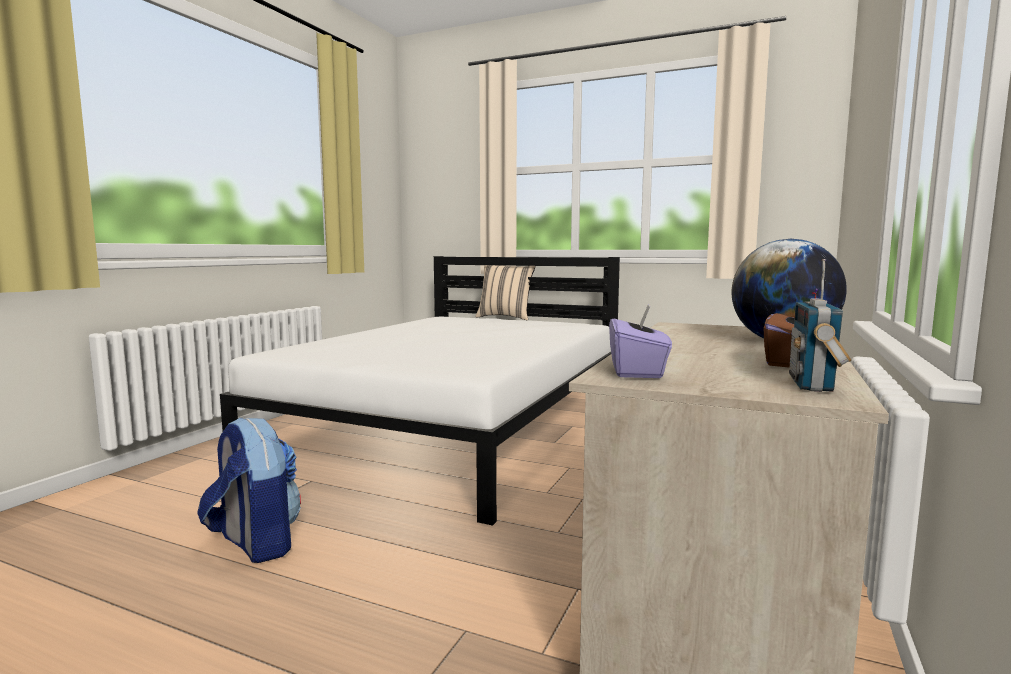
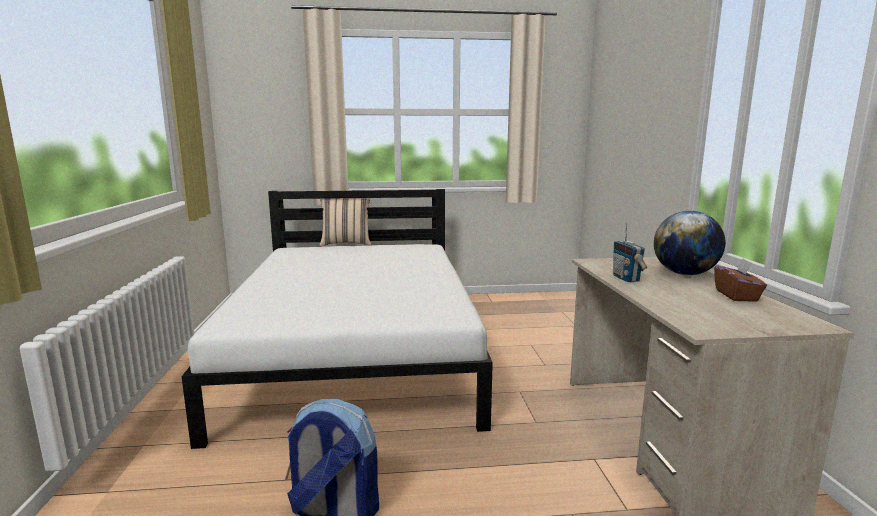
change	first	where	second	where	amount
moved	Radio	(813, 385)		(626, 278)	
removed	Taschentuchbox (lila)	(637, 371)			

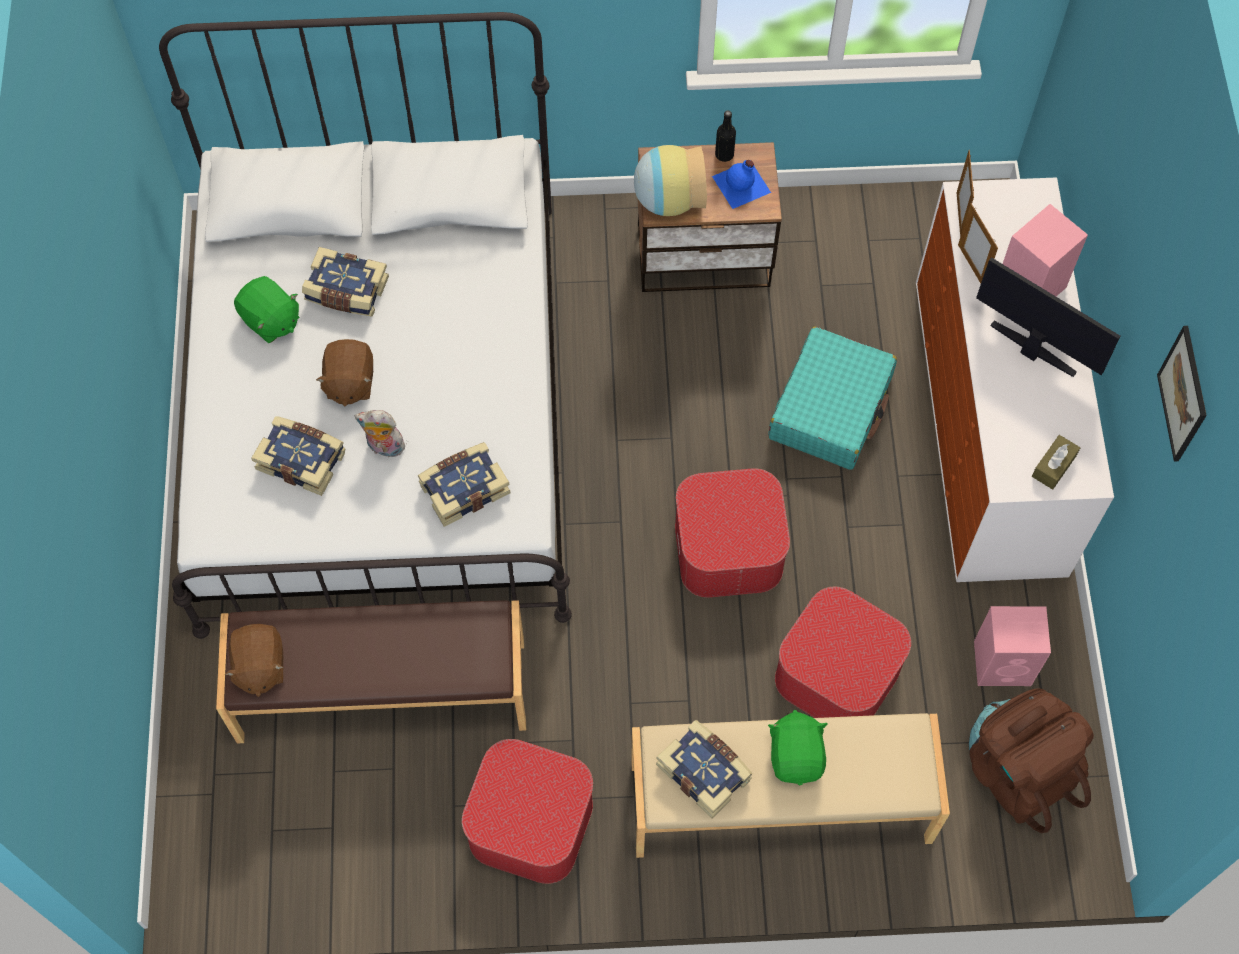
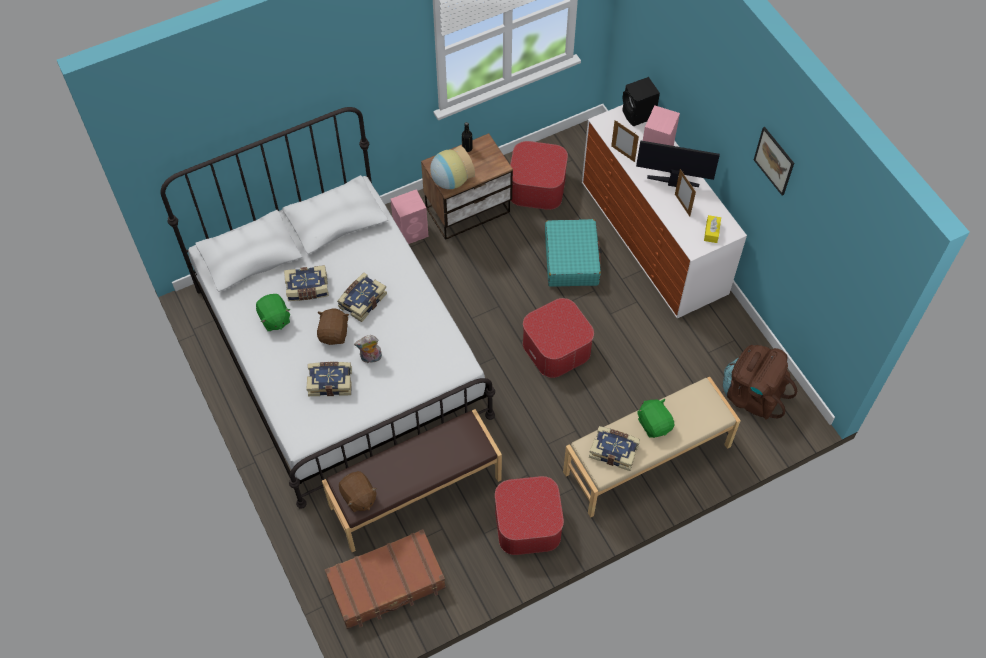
change	first	where	second	where	amount
moved	Bilderrahmen	(959, 215)		(682, 205)	
removed	Flasche (blau)	(742, 184)			
turned	Plüschtier (grün)	(271, 320)		(274, 319)	45 degrees clockwise
turned	Plüschtier (braun)	(349, 382)		(334, 333)	150 degrees counterclockwise
recoloured	Taschentuchbox (braun)	(1053, 466)	Taschentuchbox (gelb)	(711, 232)	
moved	Buch	(464, 488)		(362, 300)	
moved	Polsterhocker	(837, 673)		(537, 186)	
moved	Lautsprecher (rosa)	(1004, 663)		(411, 231)	
added			Lautsprecher (schwarz)	(639, 115)	
added			Koffer (braun)	(387, 584)	

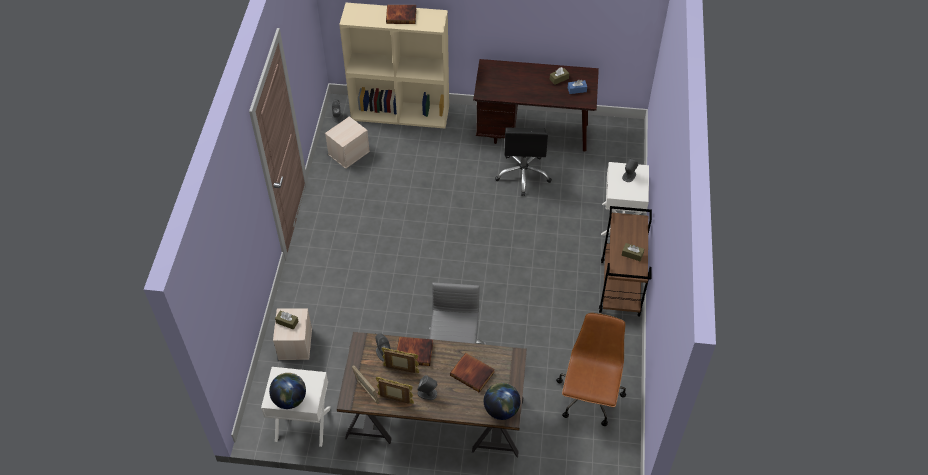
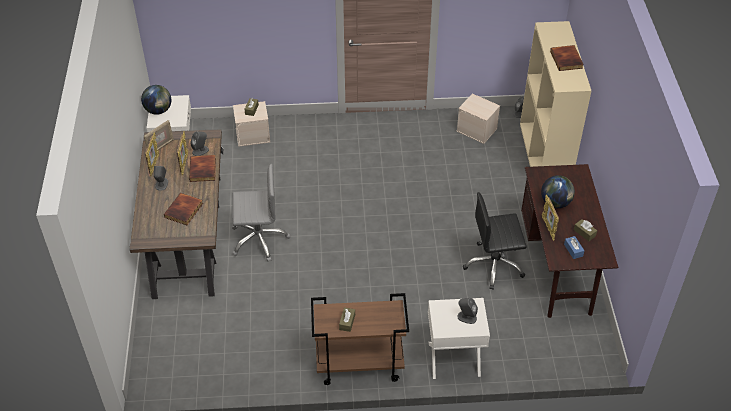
change	first	where	second	where	amount
removed	Bürostuhl (braun)	(589, 398)			
moved	Globus	(501, 409)		(555, 203)	
added			Bilderrahmen	(548, 228)	

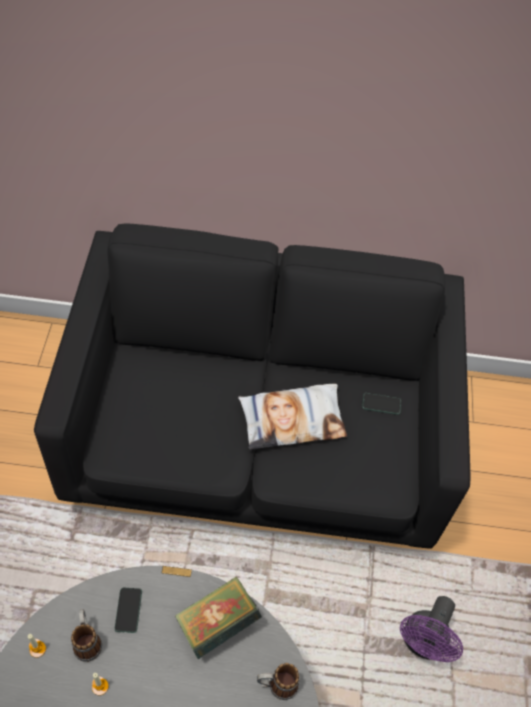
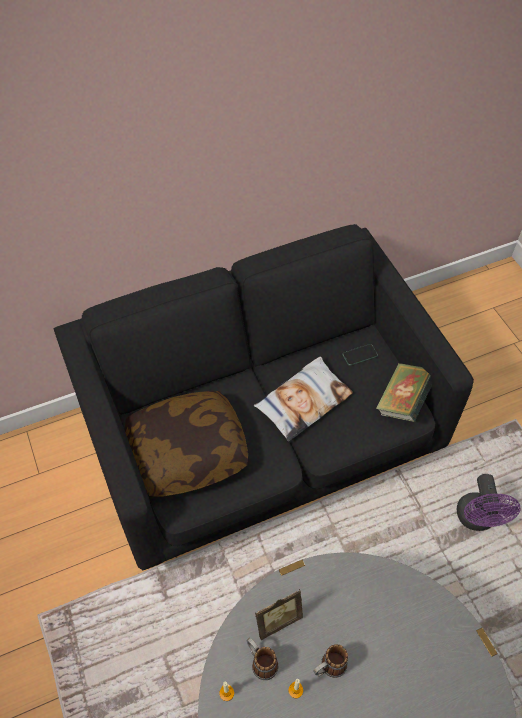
change	first	where	second	where	amount
moved	Buch	(217, 624)		(403, 402)	
replaced	Handy	(128, 610)	Bilderrahmen	(276, 619)	
moved	Henkelbecher	(276, 685)		(328, 668)	
added			Kissen	(187, 452)	

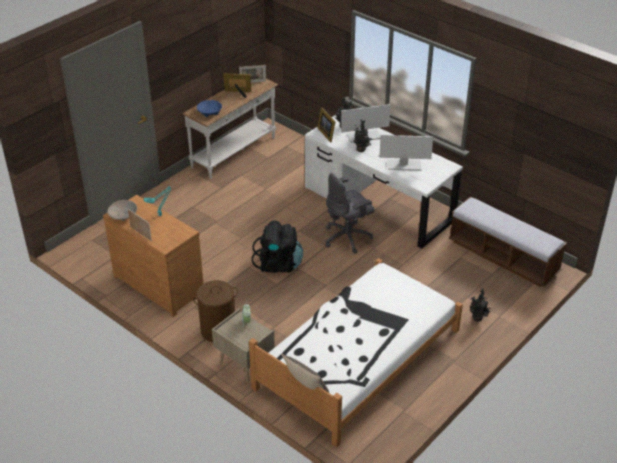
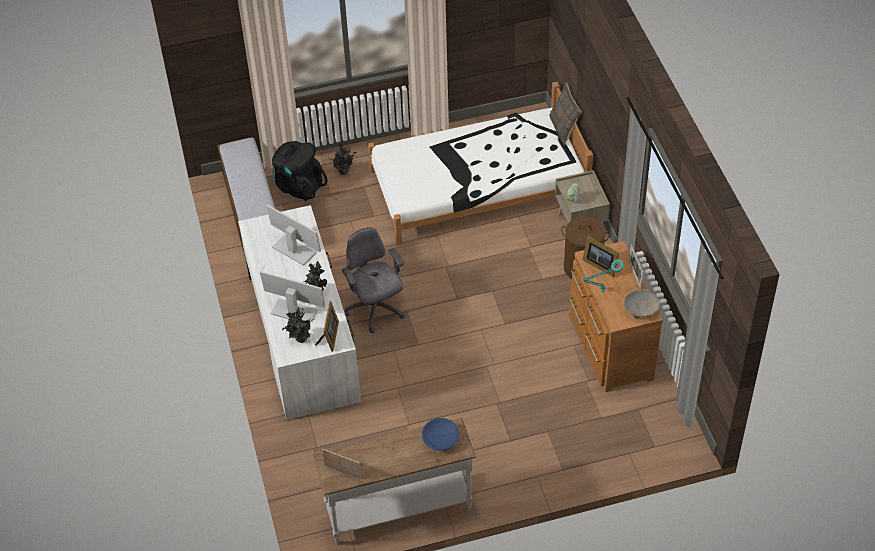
change	first	where	second	where	amount
moved	Bilderrahmen	(238, 93)		(600, 264)	
turned	Bürostuhl (grau)	(348, 237)		(375, 310)	120 degrees counterclockwise
moved	Rucksack (schwarz)	(278, 264)		(298, 186)	

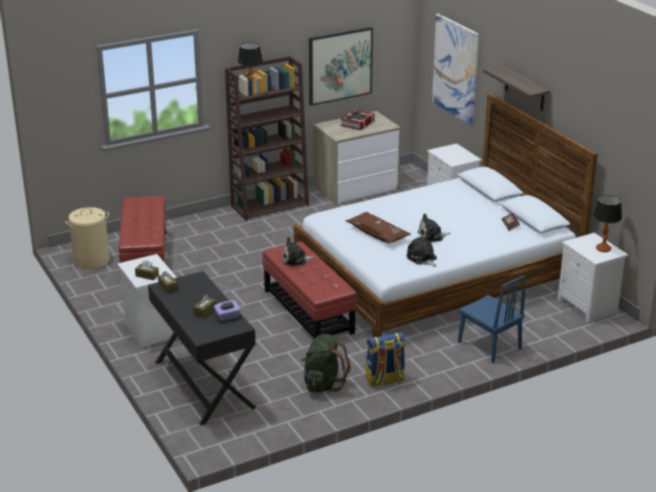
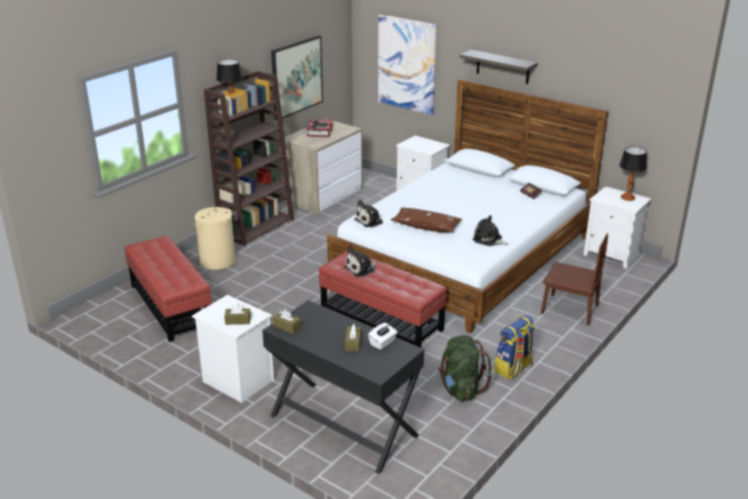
change	first	where	second	where	amount
moved	Wäschekorb (beige)	(92, 261)		(217, 261)	
moved	Plüschtier	(432, 236)		(370, 221)	
recoloured	Stuhl (blau)	(489, 345)	Stuhl (braun)	(569, 309)	
recoloured	Taschentuchbox (lila)	(227, 317)	Taschentuchbox (weiß)	(382, 343)	

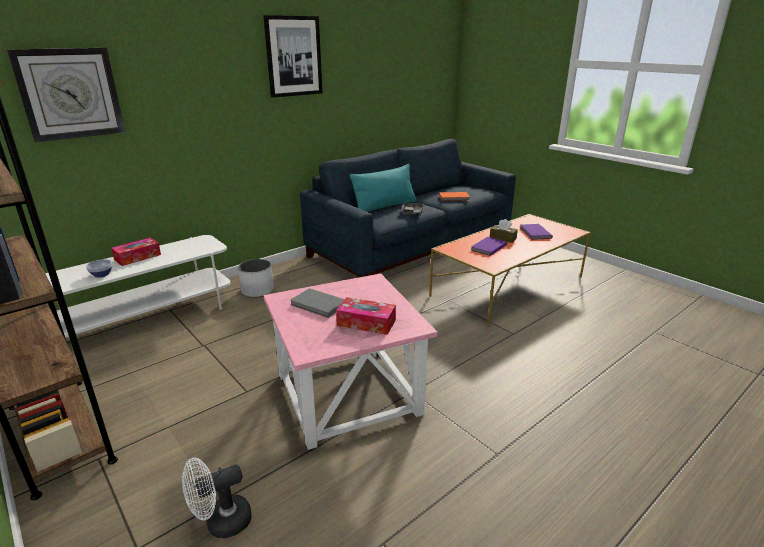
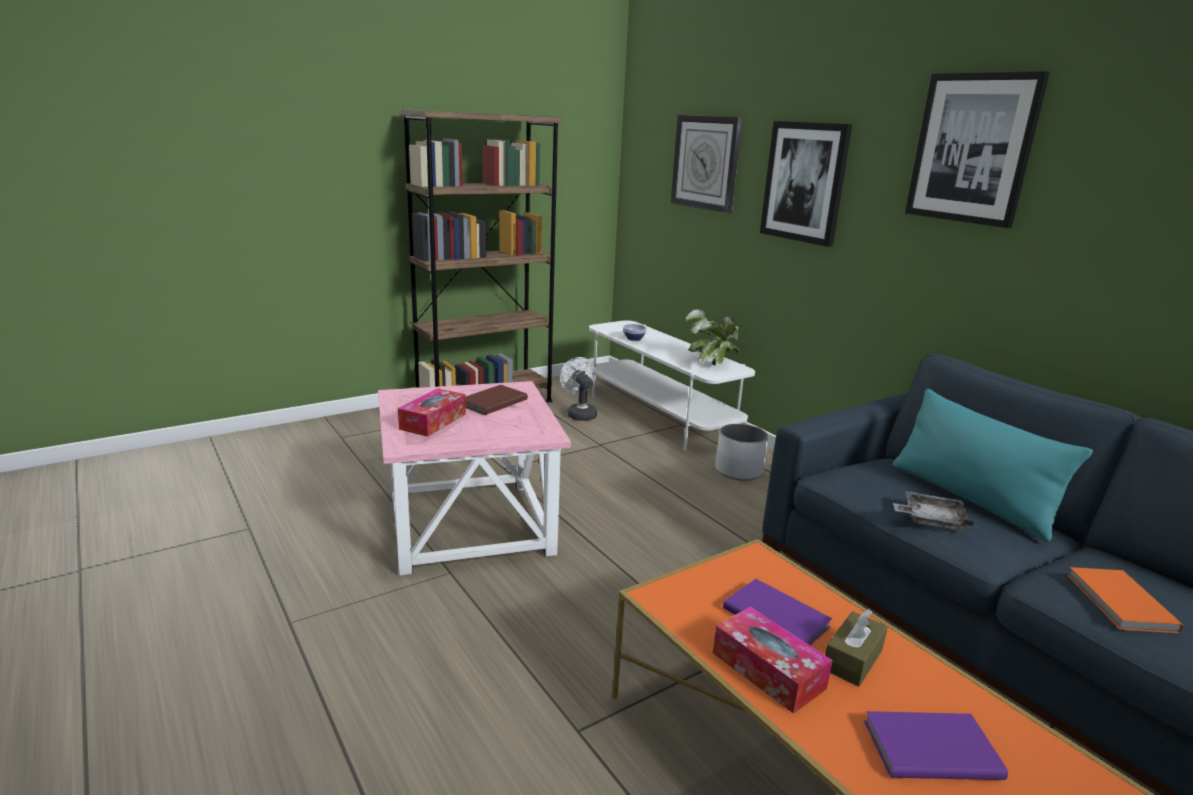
change	first	where	second	where	amount
moved	Taschentuchbox	(137, 257)		(768, 670)	
recoloured	Buch (grau)	(318, 305)	Buch (braun)	(491, 402)	
moved	Ventilator (weiß)	(221, 523)		(579, 414)	
added			Bild	(804, 182)	
added			Topfpflanze	(711, 362)	

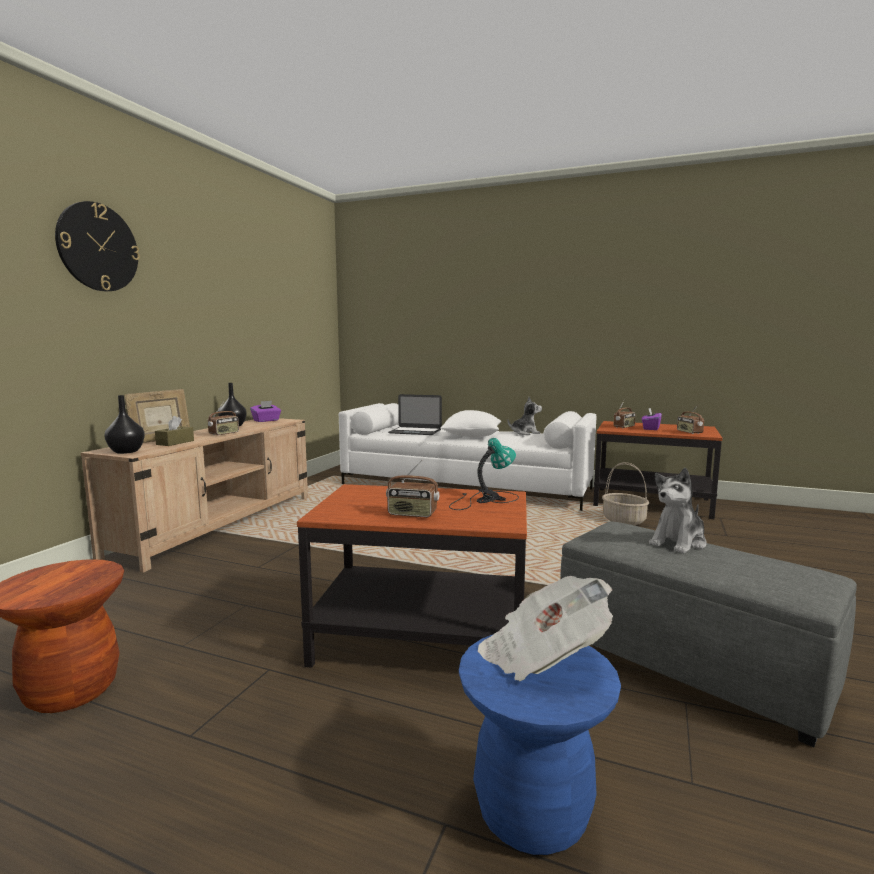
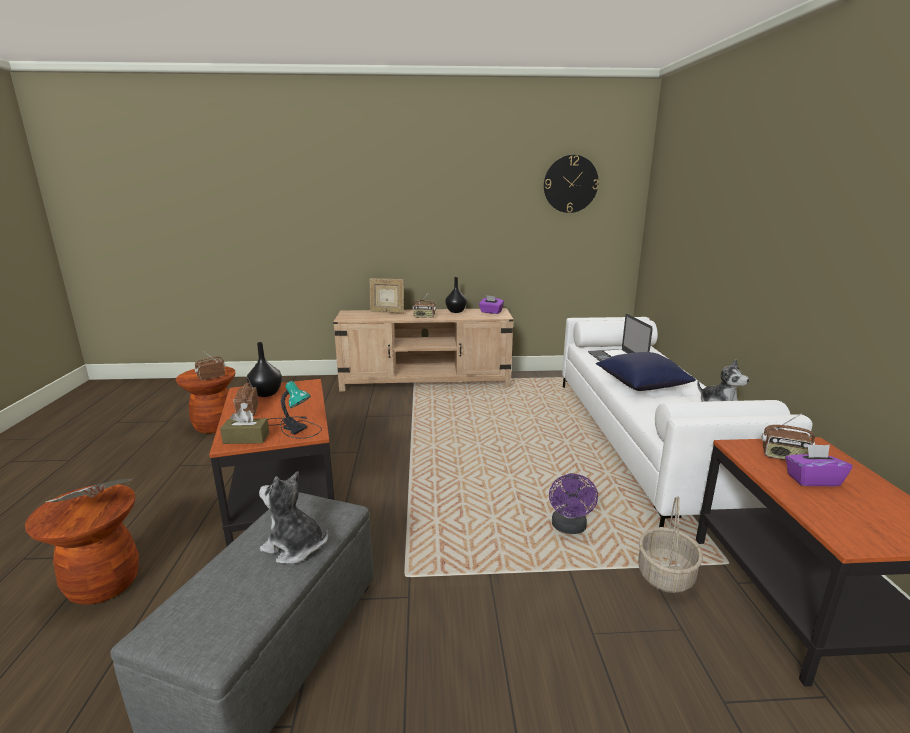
change	first	where	second	where	amount
moved	Wanduhr	(98, 247)		(570, 184)	
moved	Vase (schwarz)	(126, 451)		(266, 393)	
moved	Radio	(689, 432)		(211, 377)	
recoloured	Kissen (weiß)	(471, 436)	Kissen (blau)	(641, 385)	
moved	Taschentuchbox (braun)	(175, 442)		(246, 438)	
recoloured	Hocker (blau)	(532, 812)	Hocker (braun)	(104, 584)	
added			Ventilator (lila)	(569, 528)	

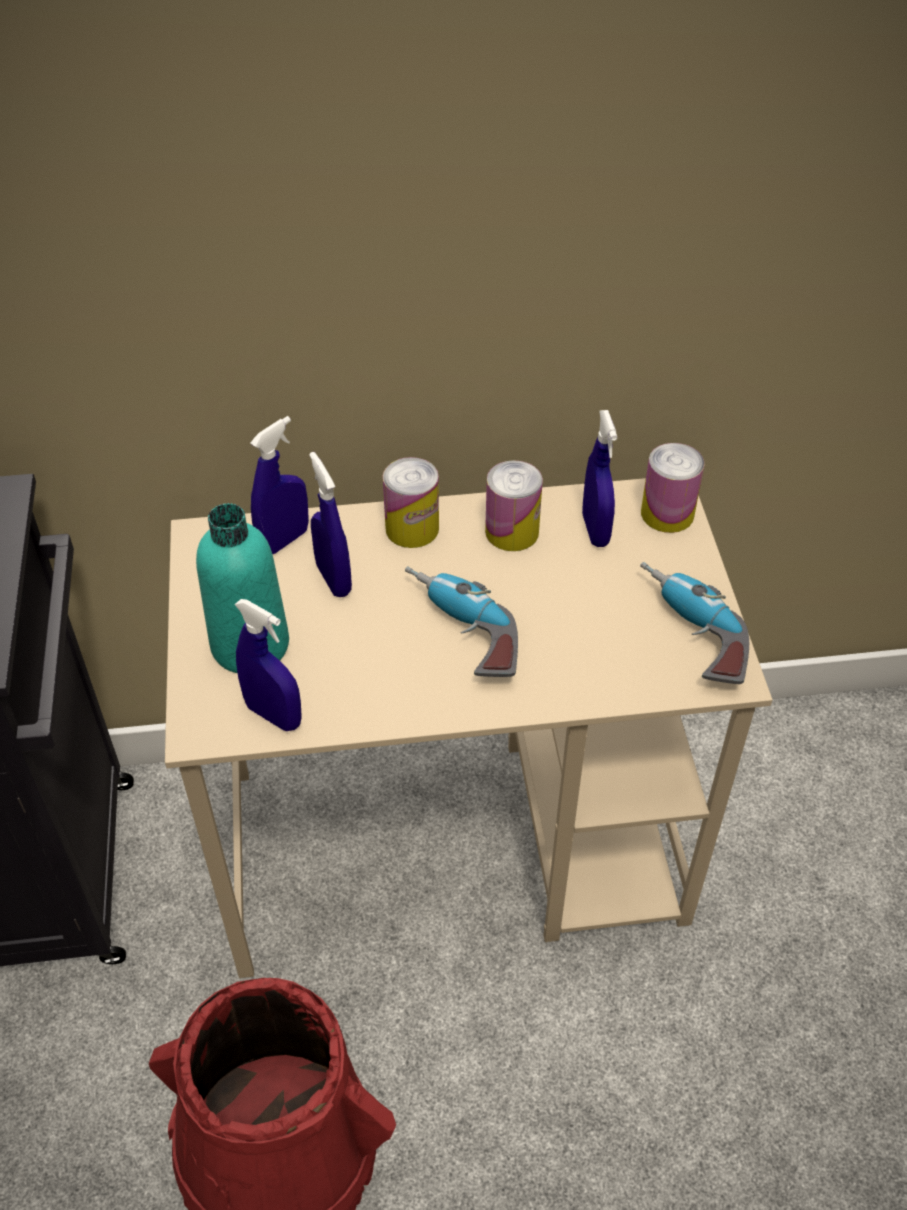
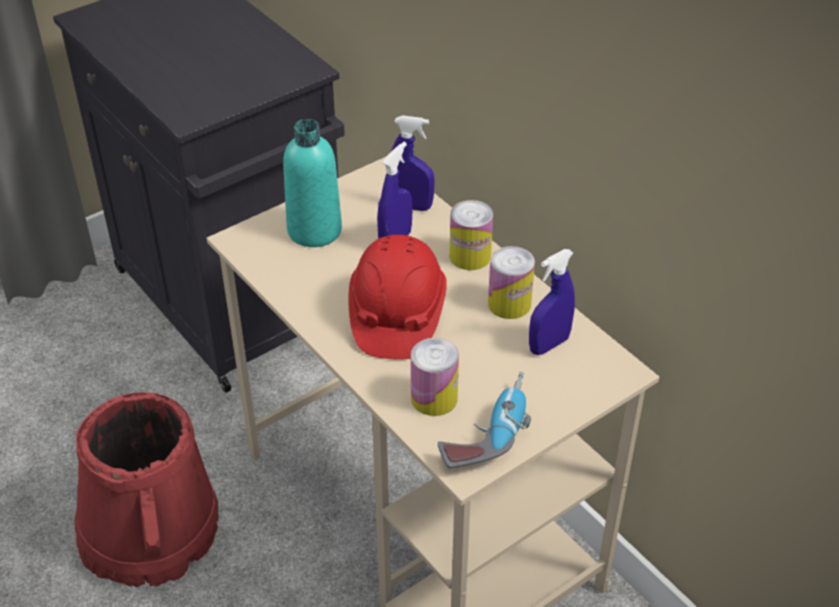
change	first	where	second	where	amount
moved	Dose	(667, 513)		(434, 398)	
replaced	Bohrmaschine	(460, 632)	Schutzhelm (rot)	(396, 315)	
removed	Sprühflasche (blau)	(274, 715)			

